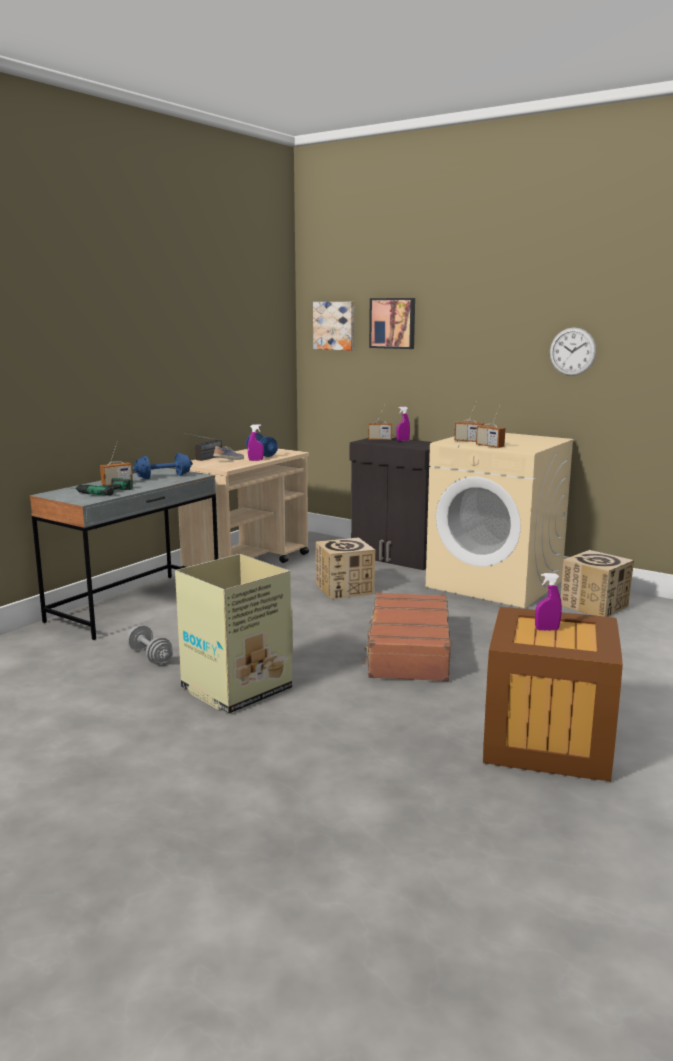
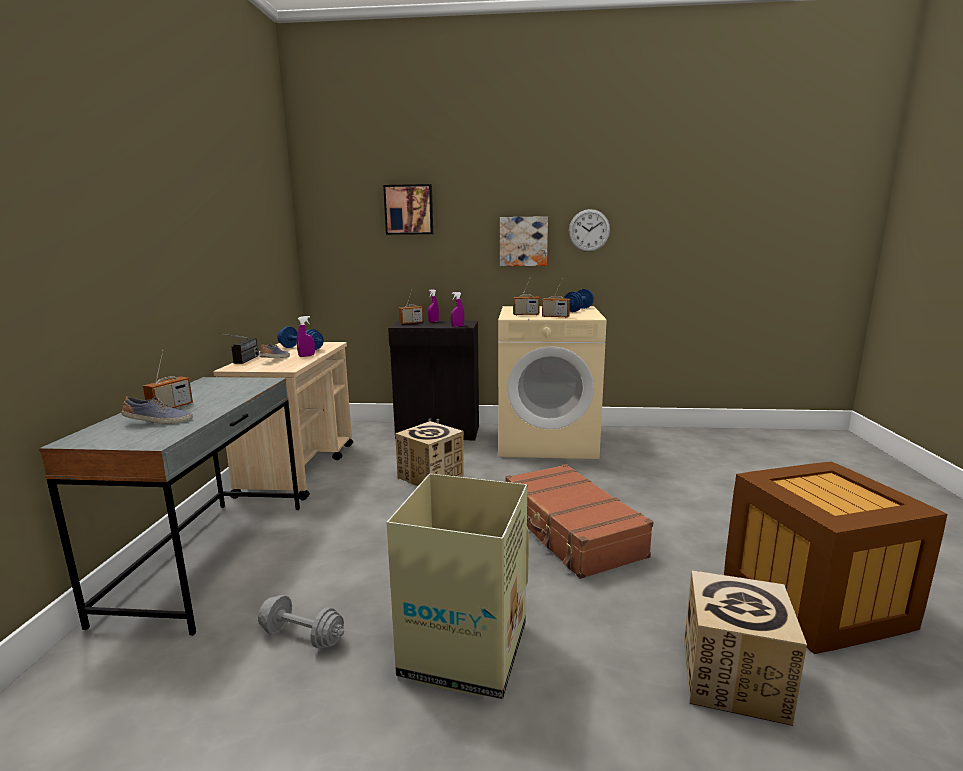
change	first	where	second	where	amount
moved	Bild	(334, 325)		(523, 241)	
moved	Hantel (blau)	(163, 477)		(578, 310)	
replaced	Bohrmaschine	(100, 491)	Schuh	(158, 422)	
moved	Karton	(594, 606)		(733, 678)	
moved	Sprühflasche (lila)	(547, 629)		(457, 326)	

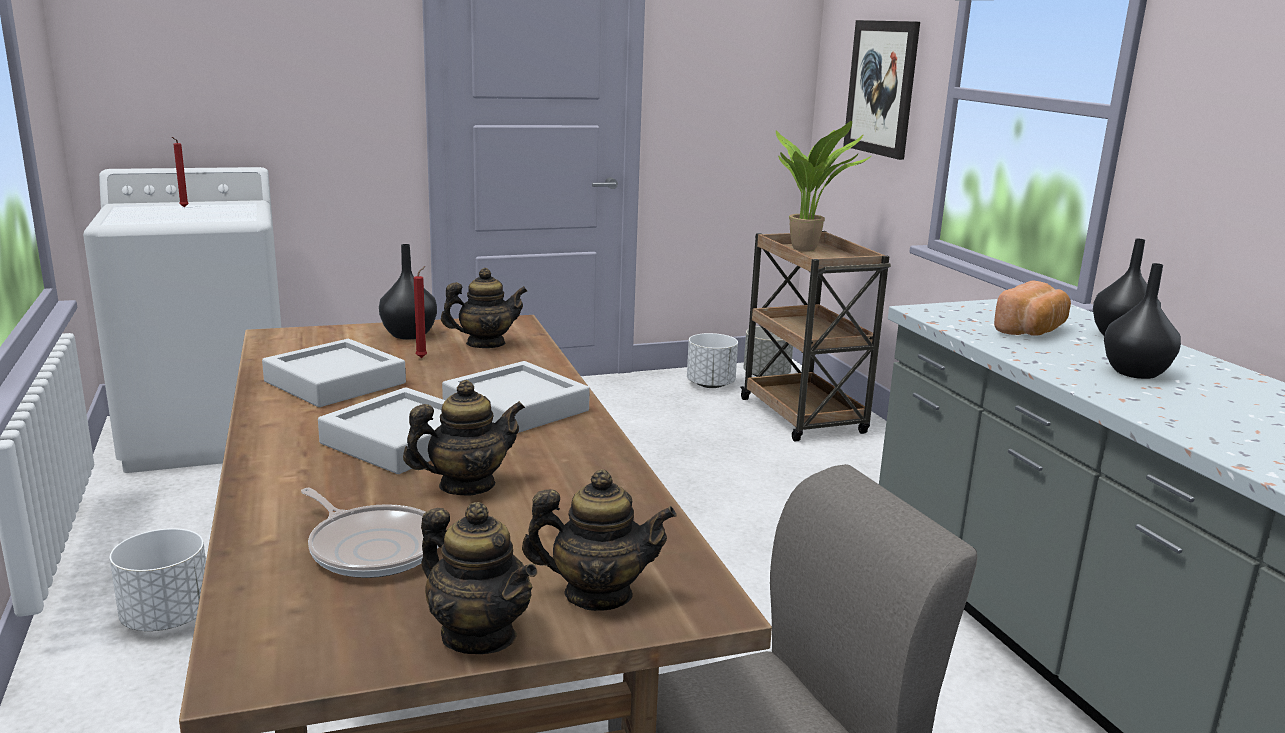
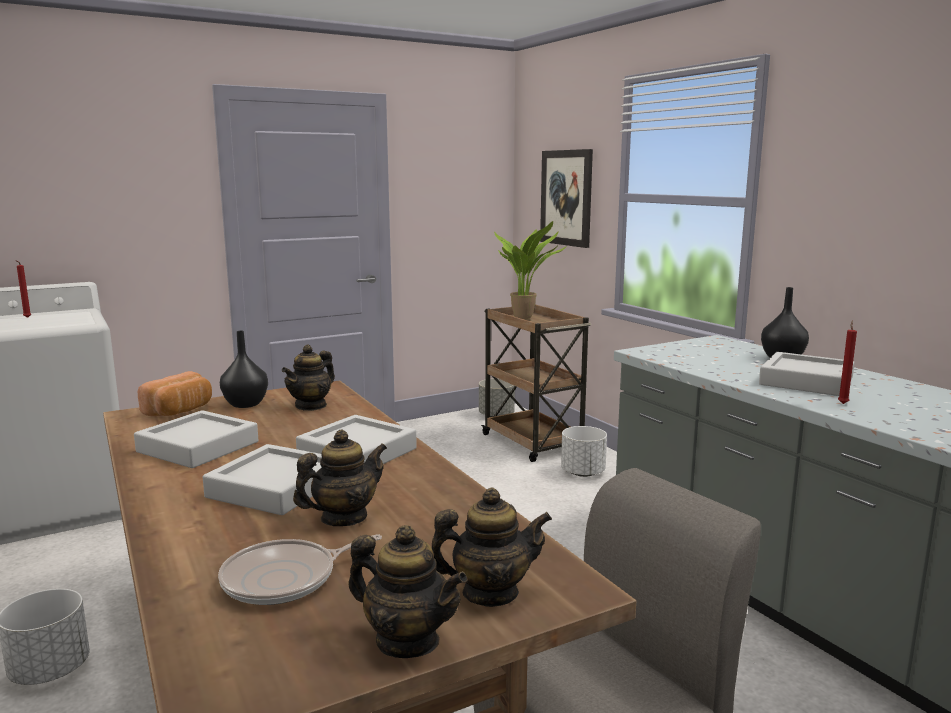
change	first	where	second	where	amount
replaced	Vase (schwarz)	(1133, 373)	Tablett (grau)	(806, 381)	
moved	Kerze (rot)	(423, 357)		(843, 403)	
turned	Teekanne	(485, 344)		(311, 406)	150 degrees clockwise
moved	Brot	(1032, 331)		(180, 411)	
moved	Pflanzkübel (weiß)	(711, 384)		(583, 472)	
turned	Pfanne	(372, 548)		(285, 579)	120 degrees clockwise

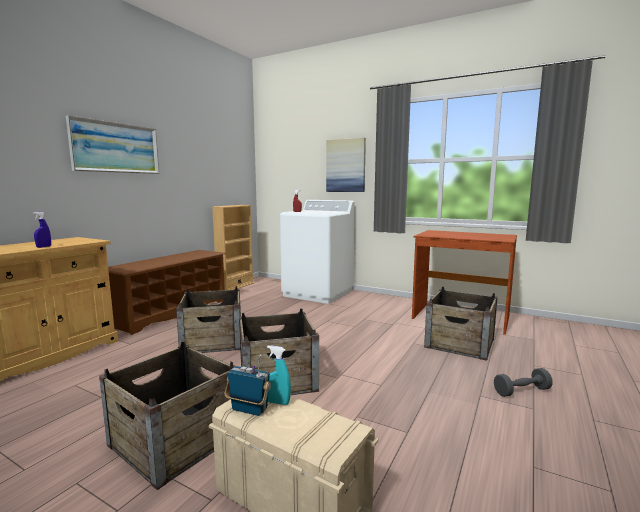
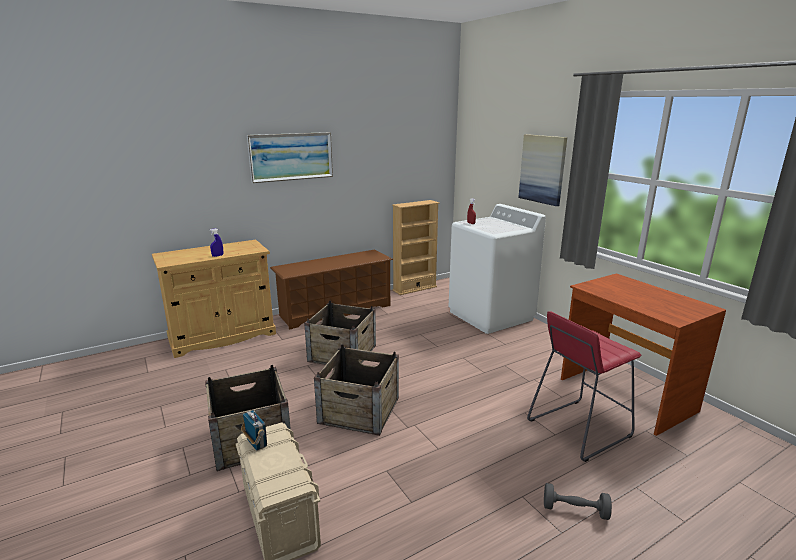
change	first	where	second	where	amount
replaced	Kiste	(459, 343)	Hocker (rot)	(578, 429)	
removed	Sprühflasche (türkis)	(278, 402)			

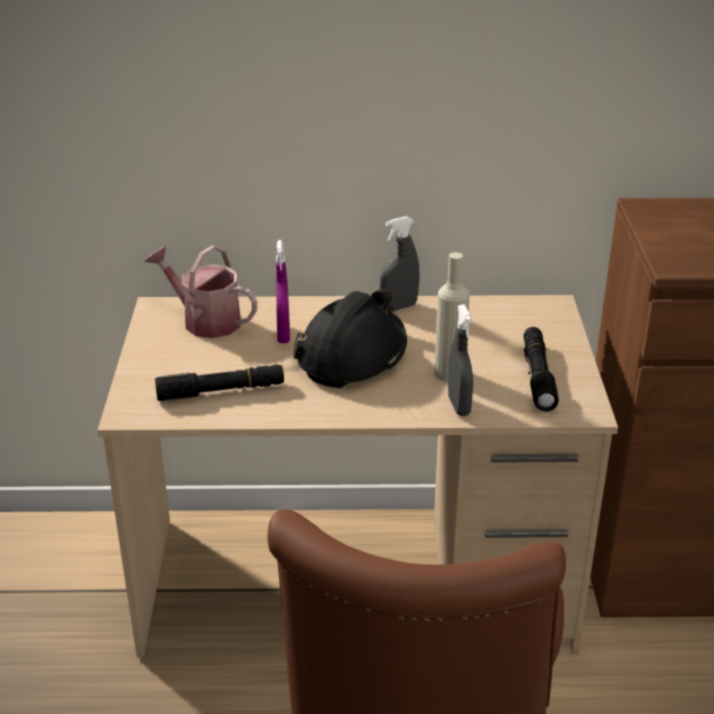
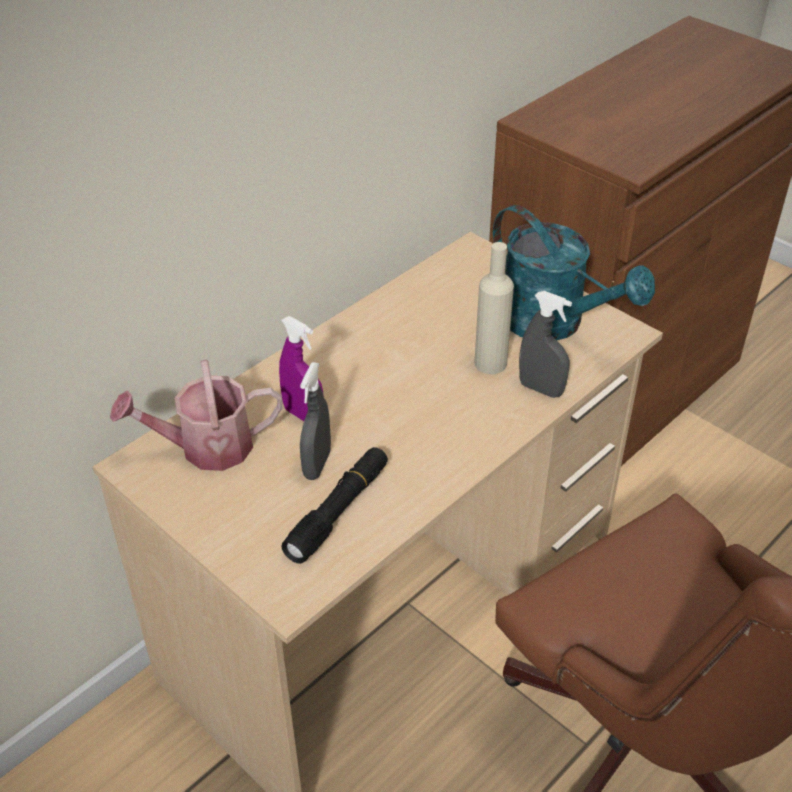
change	first	where	second	where	amount
moved	Sprühflasche (grau)	(398, 307)		(317, 465)	
removed	Schutzhelm (schwarz)	(352, 355)			
replaced	Taschenlampe (schwarz)	(538, 376)	Gießkanne (türkis)	(554, 323)	

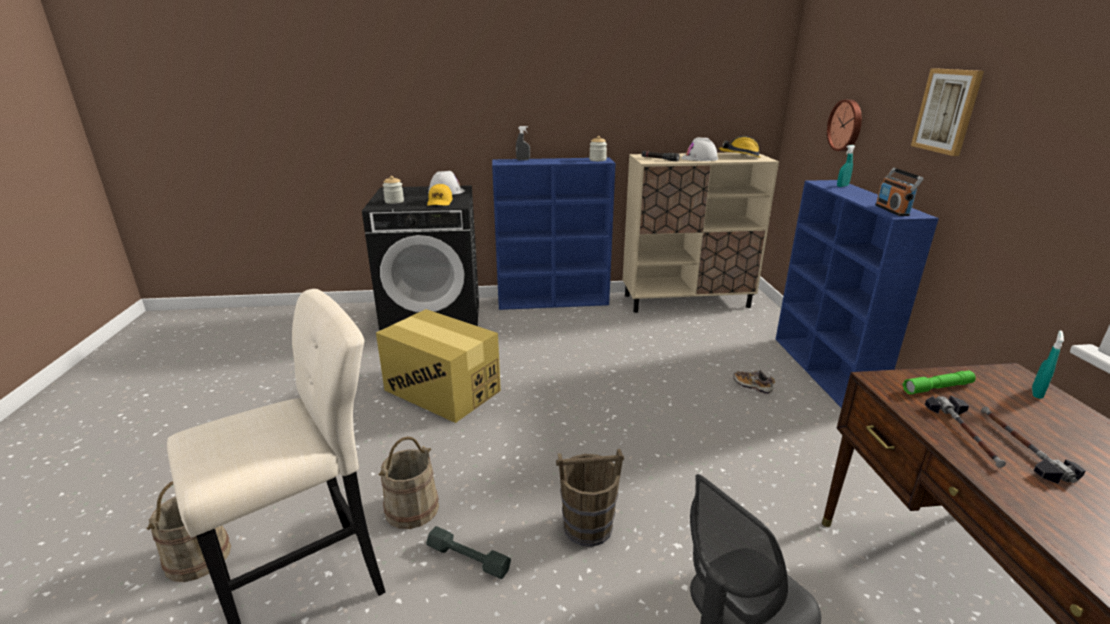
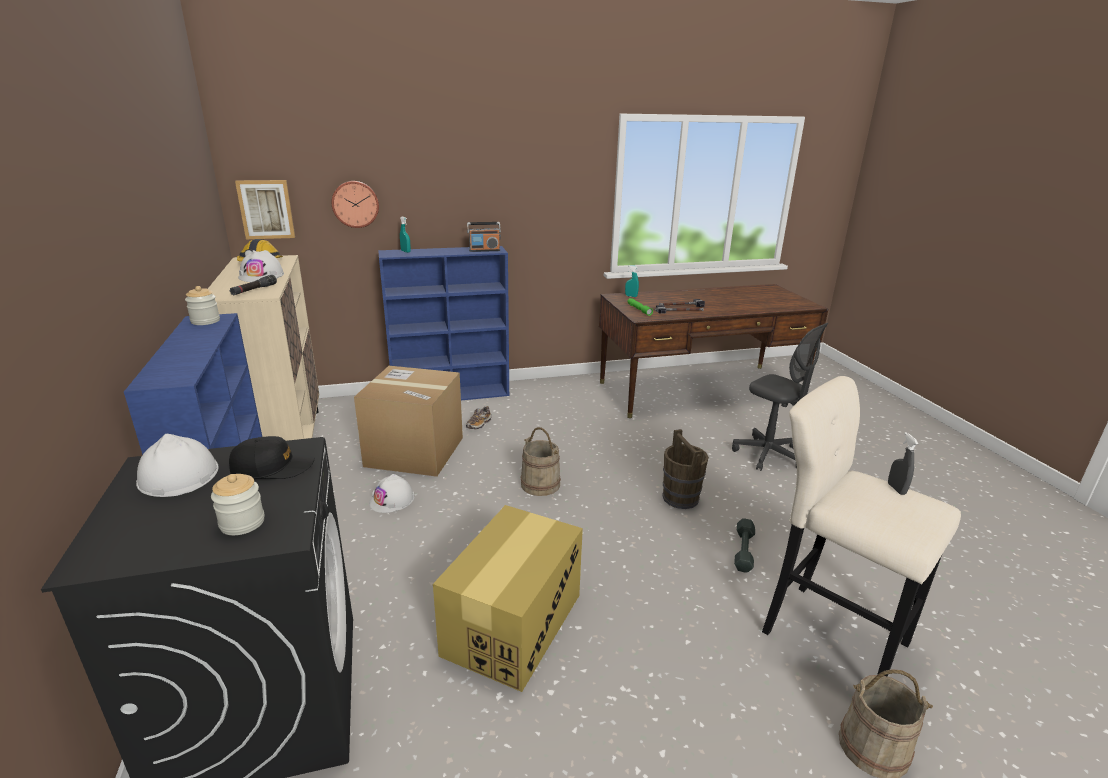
change	first	where	second	where	amount
moved	Bild	(947, 111)		(266, 209)	
moved	Sprühflasche (grau)	(523, 160)		(896, 489)	
recoloured	Kappe (gelb)	(440, 202)	Kappe (schwarz)	(273, 468)	
moved	Eimer (beige)	(412, 509)		(540, 484)	
added			Karton	(414, 452)	
added			Schutzhelm (weiß)	(392, 500)	

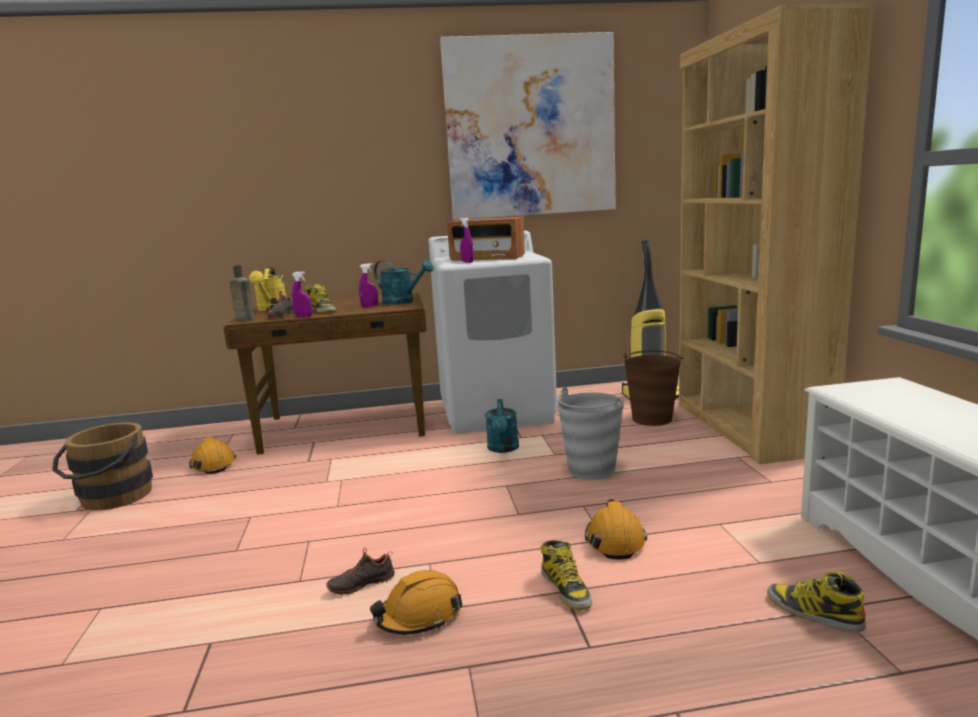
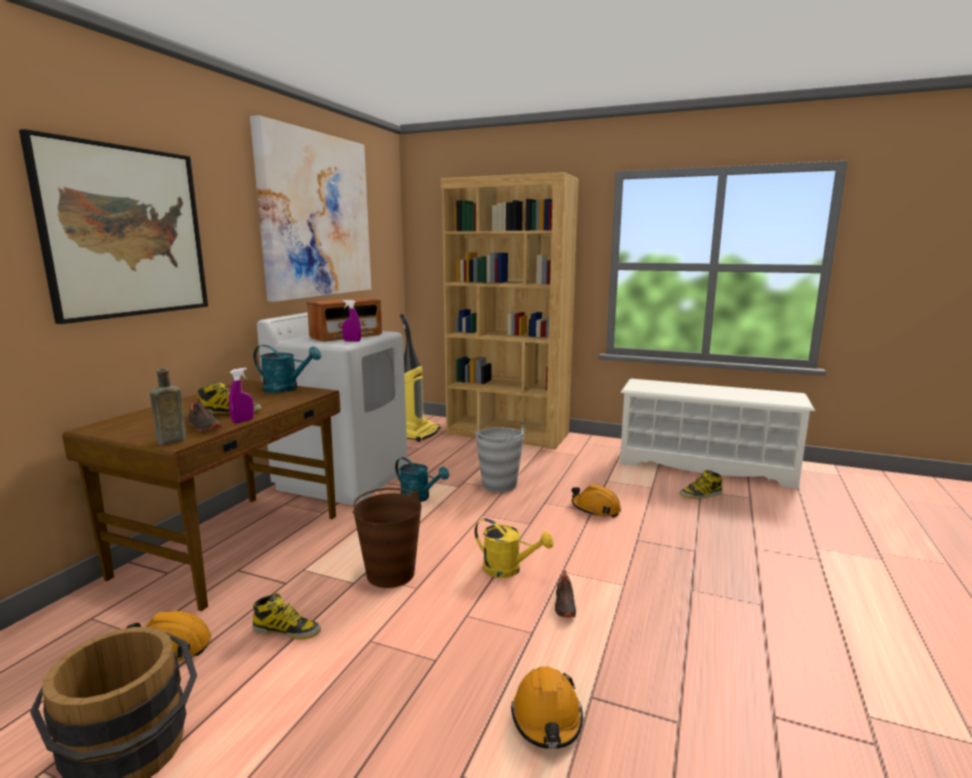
change	first	where	second	where	amount
turned	Gießkanne (türkis)	(403, 302)		(286, 389)	45 degrees clockwise
removed	Sprühflasche (lila)	(369, 306)			
moved	Gießkanne (gelb)	(271, 309)		(508, 569)	
moved	Eimer (braun)	(652, 419)		(390, 573)	
moved	Stiefel	(566, 589)		(287, 630)	
moved	Schutzhelm (orange)	(419, 615)		(547, 718)	
added			Bild	(126, 232)	

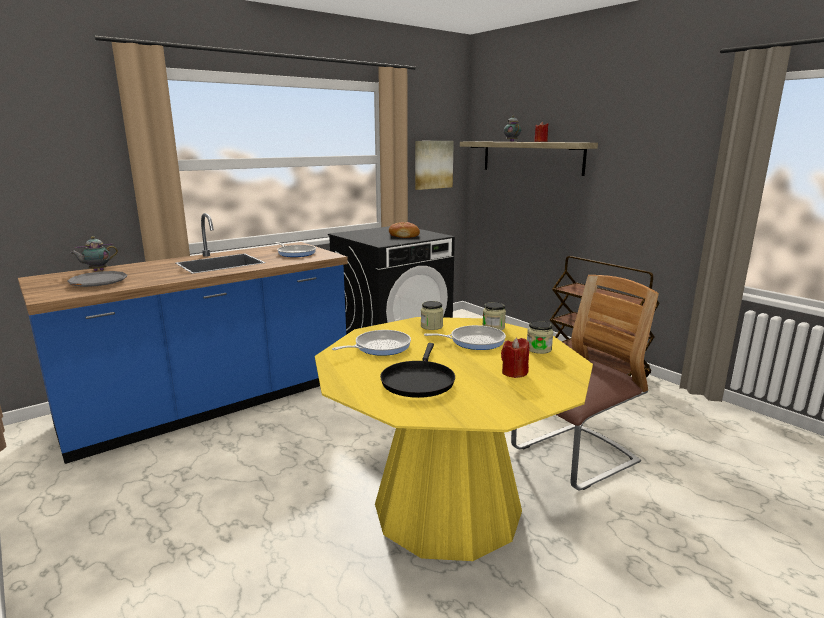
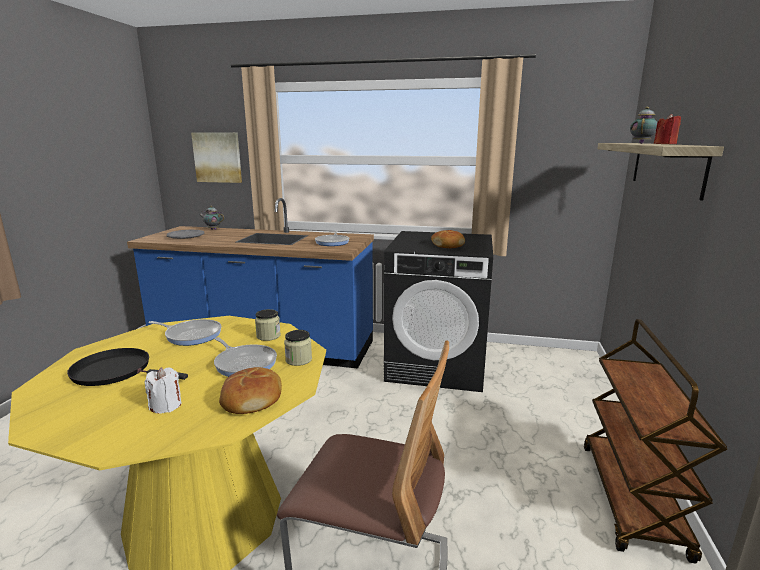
change	first	where	second	where	amount
moved	Bild	(433, 164)		(218, 157)	
replaced	Vorratsglas	(539, 349)	Brot	(252, 399)	
recoloured	Kerze (rot)	(514, 372)	Kerze (weiß)	(166, 406)	
turned	Pfanne (schwarz)	(418, 381)		(116, 371)	45 degrees clockwise

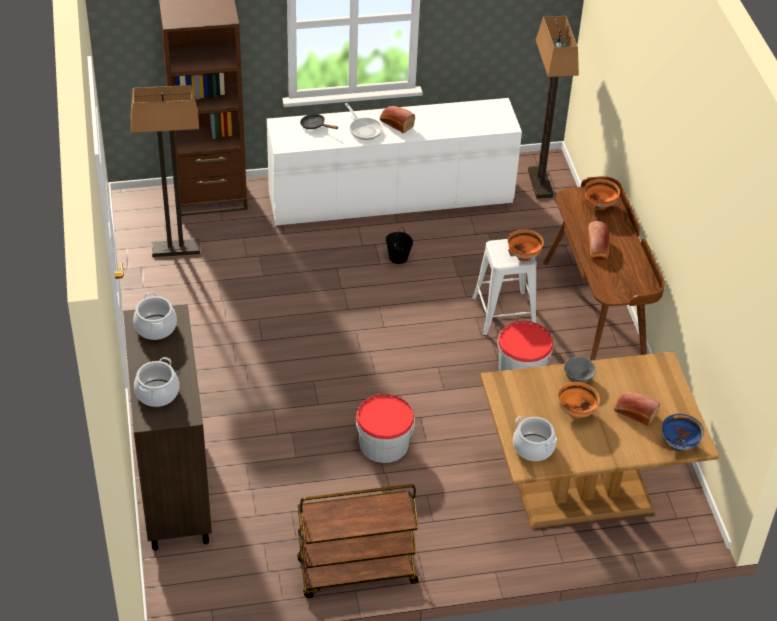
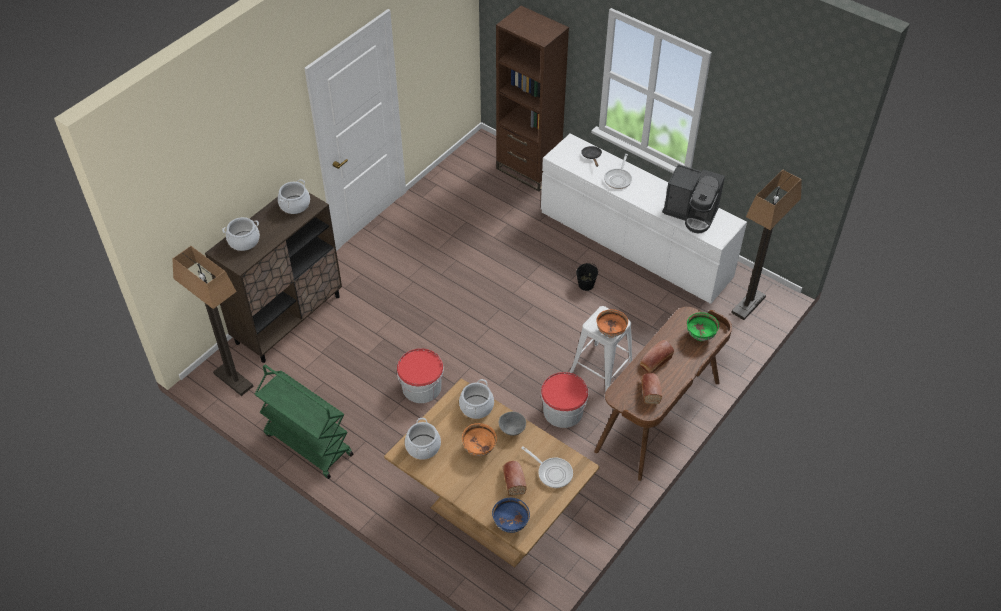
change	first	where	second	where	amount
moved	Stehlampe	(176, 249)		(234, 380)	
moved	Brot	(395, 123)		(650, 391)	
recoloured	Schüssel (orange)	(599, 205)	Schüssel (grün)	(700, 336)	
recoloured	Rollwagen (braun)	(356, 572)	Rollwagen (grün)	(307, 444)	
added			Kaffeemaschine	(691, 213)	
added			Kochtopf	(476, 407)	
added			Pfanne	(552, 472)	

